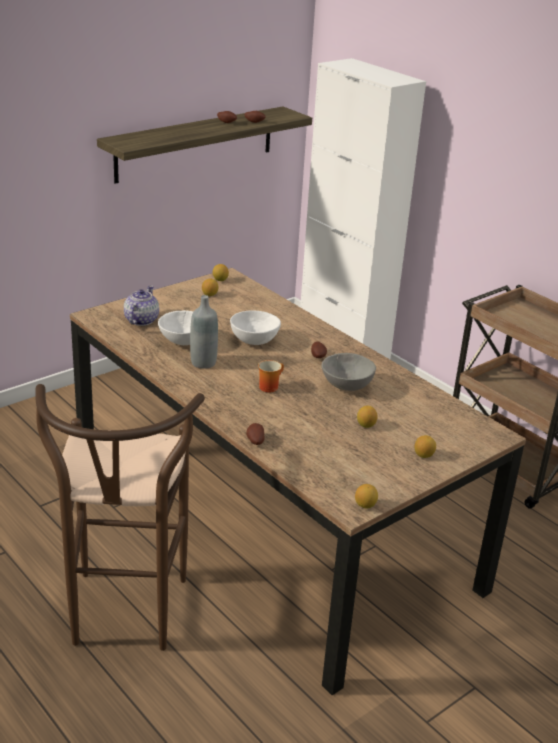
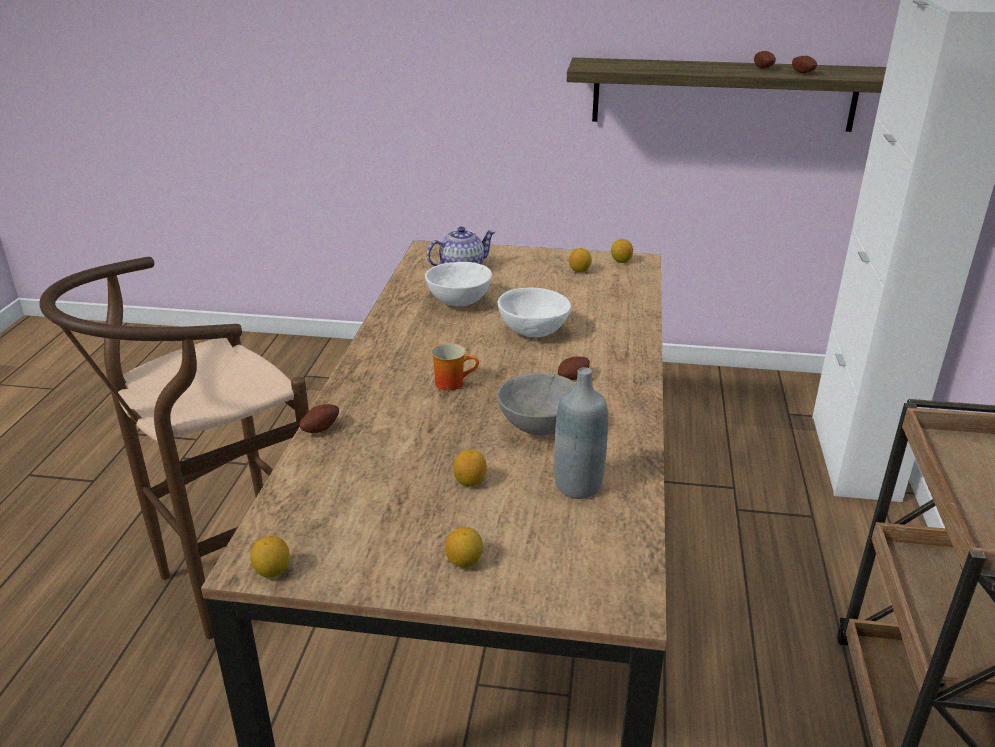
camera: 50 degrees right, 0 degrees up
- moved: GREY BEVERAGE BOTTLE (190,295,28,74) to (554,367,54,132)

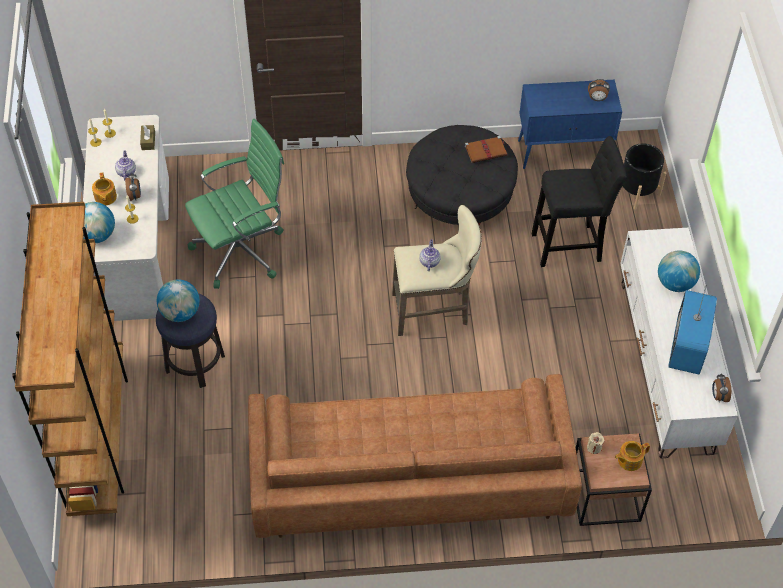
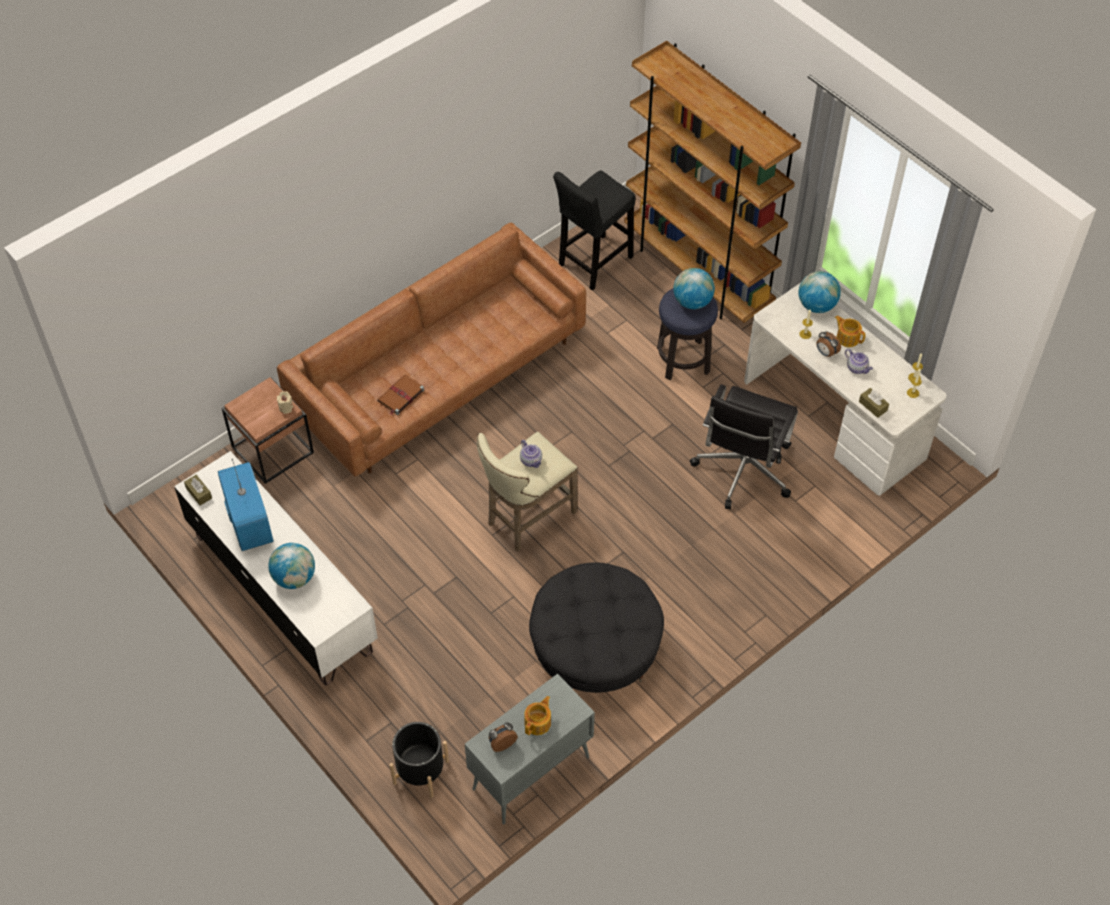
camera: 145 degrees right, 0 degrees up
- recoloured: BLUE STORAGE CABINET (518,80,104,89) to GREY STORAGE CABINET (465,674,130,151)
- recoloured: GREENISH OFFICE CHAIR (185,119,99,170) to BLACK-COLOURED OFFICE CHAIR (690,384,108,125)
- moved: BROWNISH BOOK (465,136,42,27) to (377,374,47,41)
- moved: BLACK-COLOURED STOOL SEAT (532,136,95,131) to (553,170,82,121)
- replaced: TABLE CLOCK (712,373,19,29) to BROWNISH TISSUE HOLDER (184,475,28,31)
- moved: POT FOR TEA (615,441,35,30) to (524,696,27,39)

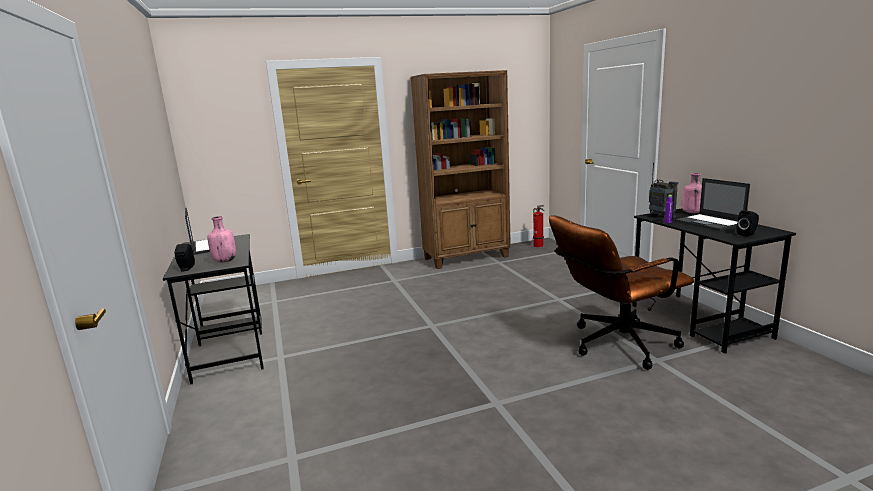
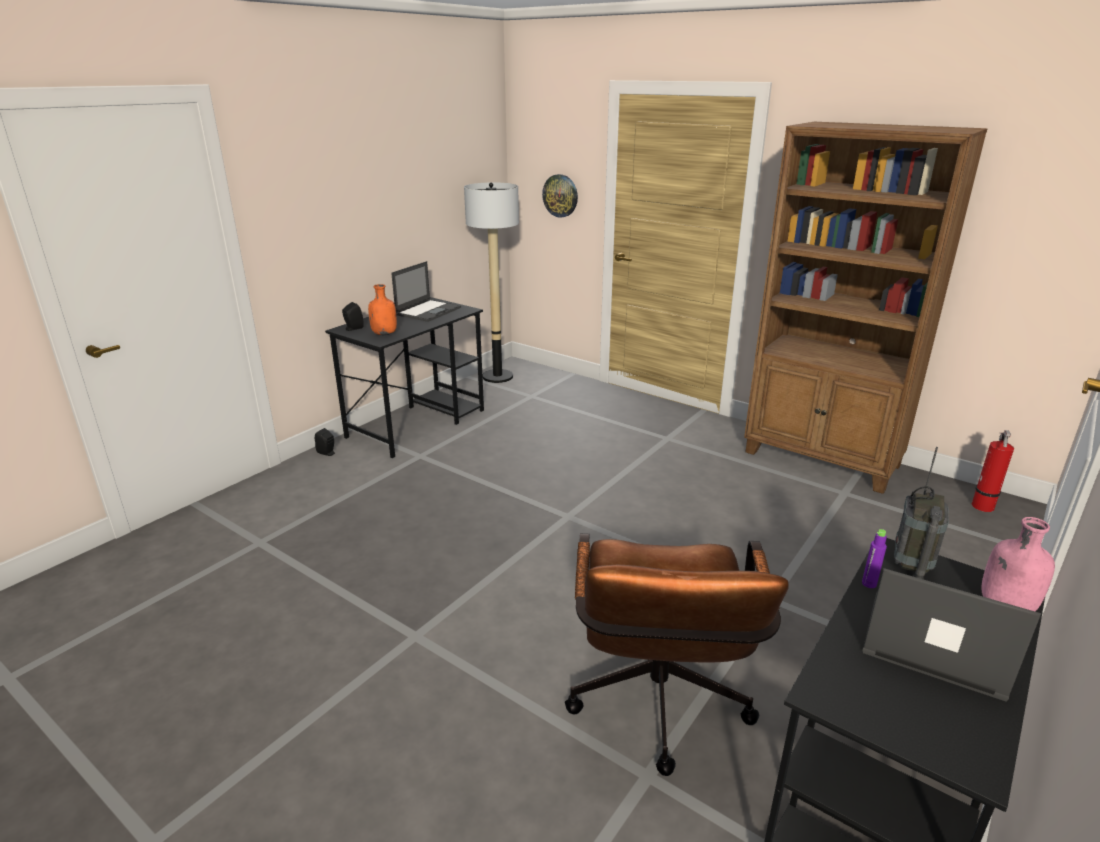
camera: 55 degrees right, 10 degrees up
- turned: LAPTOP (674,178,76,53) = (863,568,178,133) 90 degrees clockwise
- moved: BLACK-COLOURED AUDIO SPEAKER (736,210,23,27) to (315,428,19,28)
- turned: BROWNISH OFFICE CHAIR (549,215,145,155) = (565,533,224,243) 120 degrees counterclockwise
- recoloured: PINK-COLOURED BEVERAGE BOTTLE (208,216,28,47) to ORANGE BEVERAGE BOTTLE (368,284,29,51)
- added: HANGING CLOCK (542,174,36,44)
- added: STANDARD LAMP (464,182,55,201)

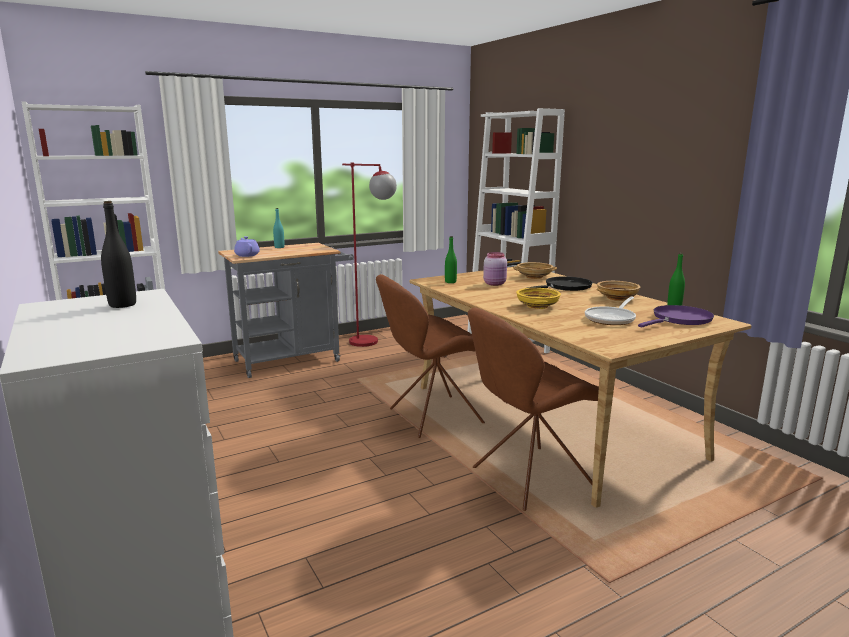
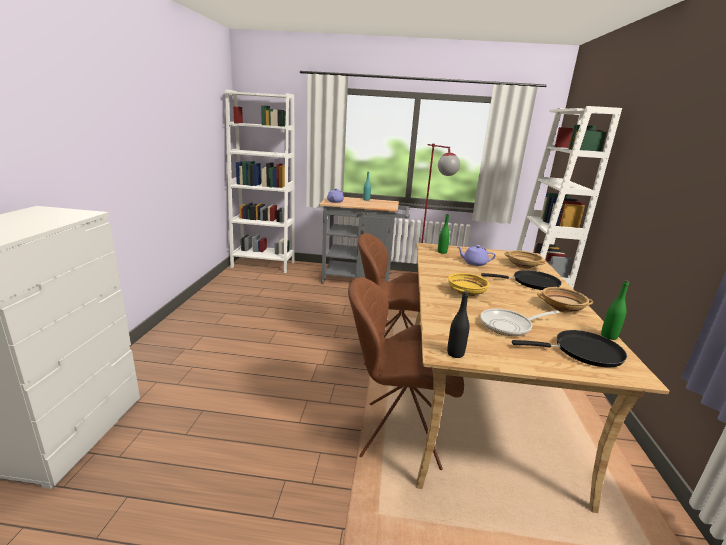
camera: 35 degrees right, 5 degrees up
- moved: BLACK-COLOURED BEVERAGE BOTTLE (101,201,35,107) to (447,291,22,67)
- replaced: PINK-COLOURED JAR (483,252,24,34) to PURPLE-COLOURED POT FOR TEA (458,245,38,21)
- recoloured: PURPLE-COLOURED FRYING PAN (638,305,76,22) to BLACK-COLOURED FRYING PAN (512,330,115,37)

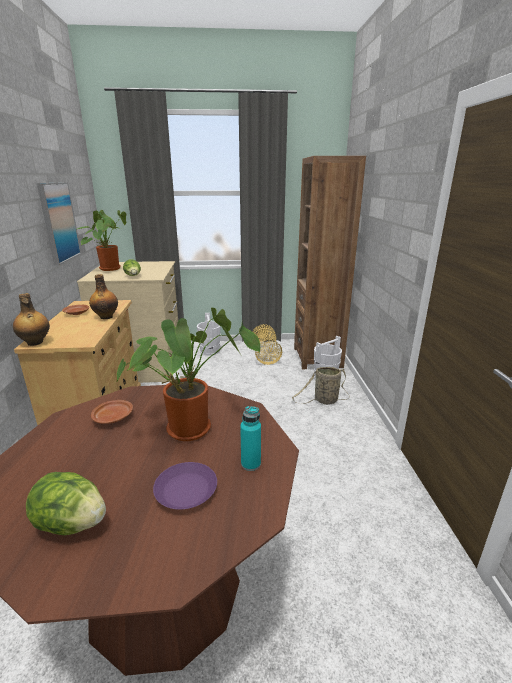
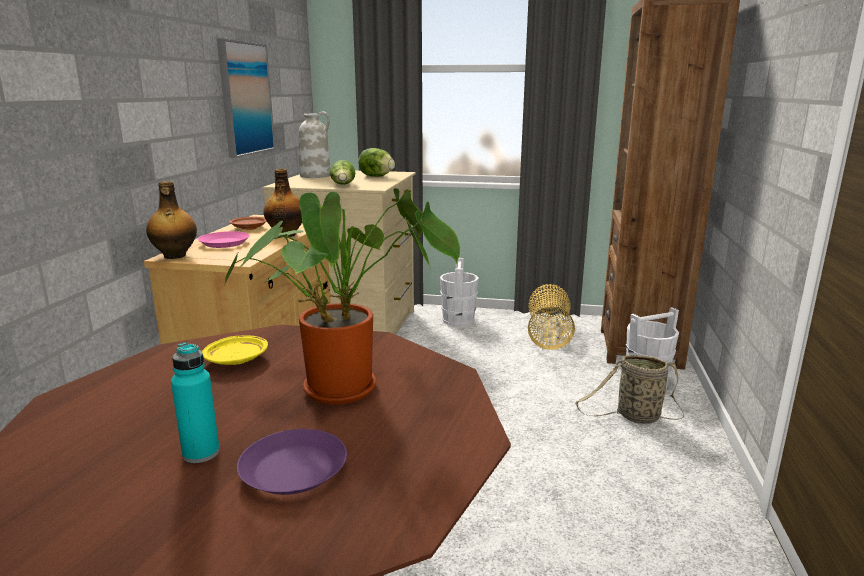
camera: 15 degrees right, 5 degrees down
- replaced: POTTED PLANT (78,210,48,61) to WHITE-COLOURED VASE (299,111,31,67)
- recoloured: BROWNISH FLAT DISH (91,400,42,24) to YELLOWISH FLAT DISH (202,335,66,30)
- moved: TURQUOISE BEVERAGE BOTTLE (240,406,21,65) to (171,342,49,121)
- moved: HEAD OF LETTUCE (26,472,80,63) to (358,148,37,29)
- added: PINK-COLOURED FLAT DISH (198,231,52,17)

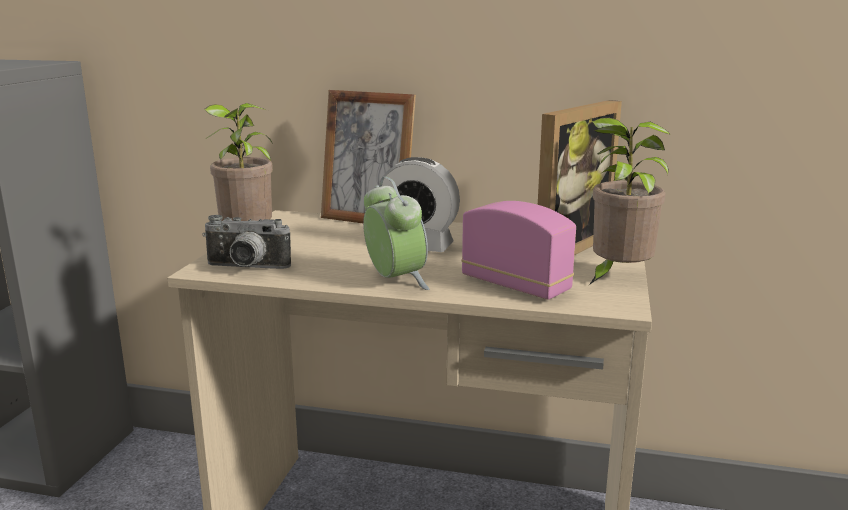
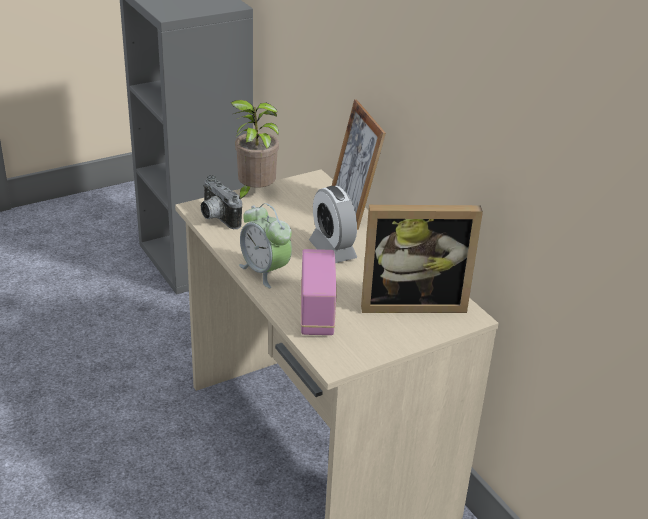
camera: 45 degrees right, 15 degrees up
- removed: POTTED PLANT (589,118,81,167)
- turned: TABLE CLOCK (363,176,67,114) = (239,203,53,85) 120 degrees clockwise

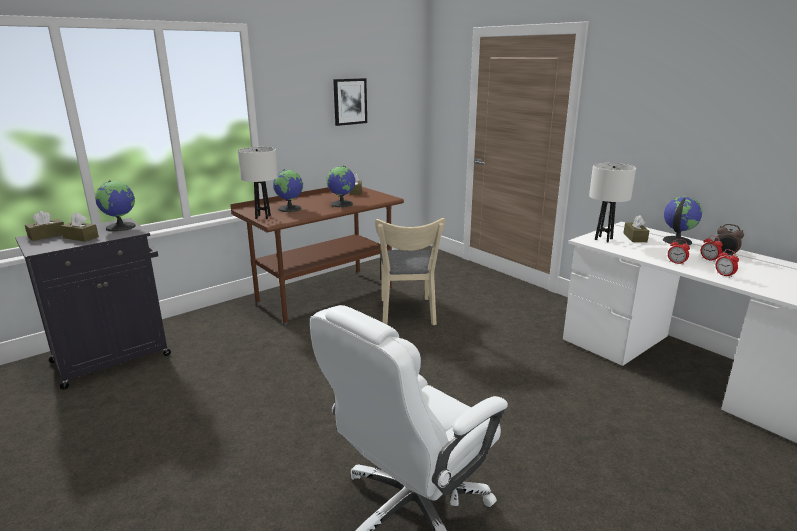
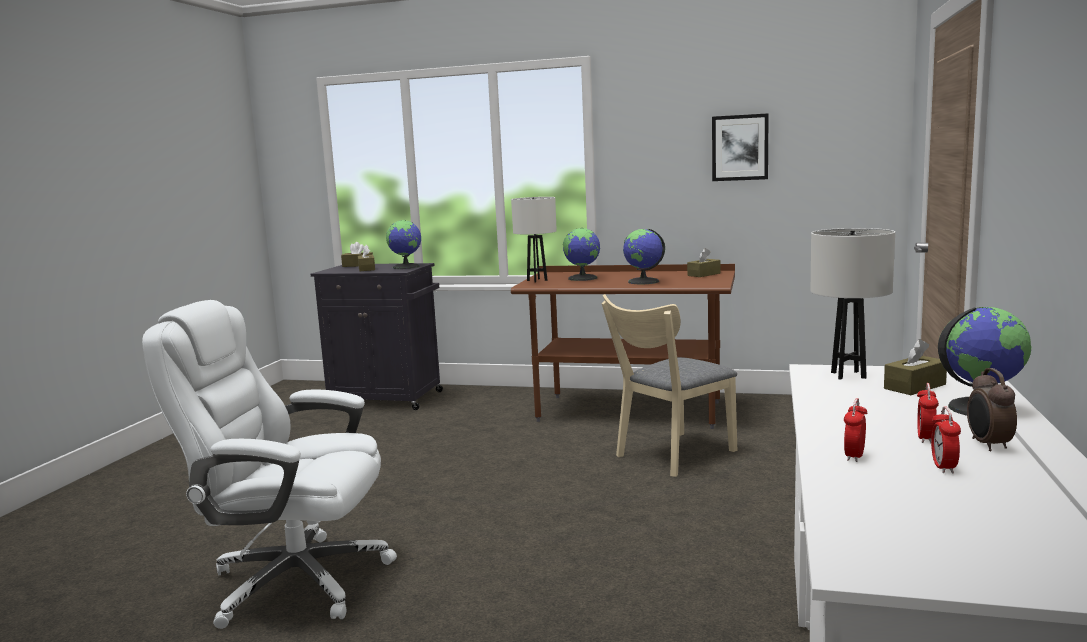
camera: 55 degrees right, 10 degrees down
- moved: TABLE CLOCK (668,239,22,26) to (931,406,30,68)

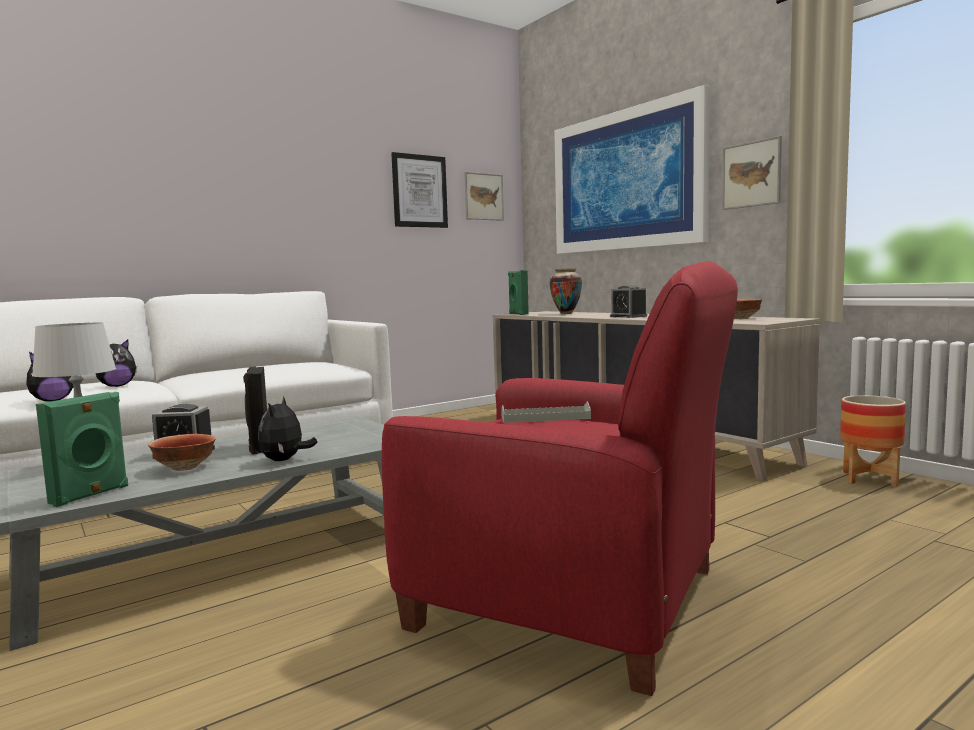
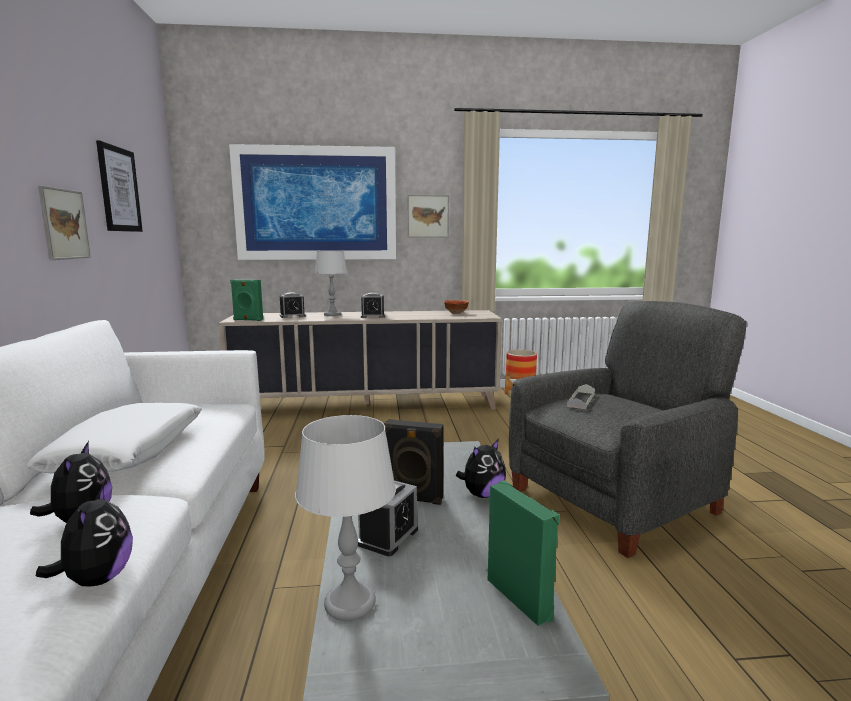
camera: 60 degrees left, 5 degrees up
- moved: WALL PICTURE (464,172,40,49) to (38,186,53,74)
- recoloured: RED-COLOURED LOUNGE CHAIR (382,261,356,435) to GREY LOUNGE CHAIR (509,301,237,257)
- replaced: VASE (550,268,32,46) to TABLE CLOCK (280,292,26,26)
- turned: CUDDLY TOY (258,396,59,65) = (456,439,50,59) 75 degrees counterclockwise
- removed: BOWL (148,434,68,37)
- added: GREY TABLE LAMP (315,251,33,65)
- added: WHITE-COLOURED THROW PILLOW (26,403,176,71)

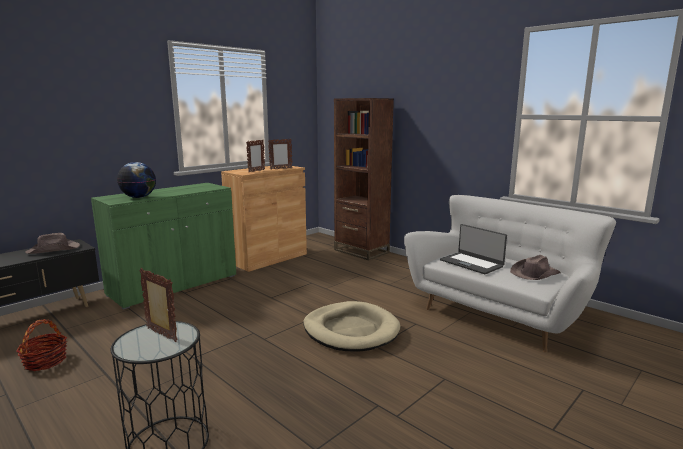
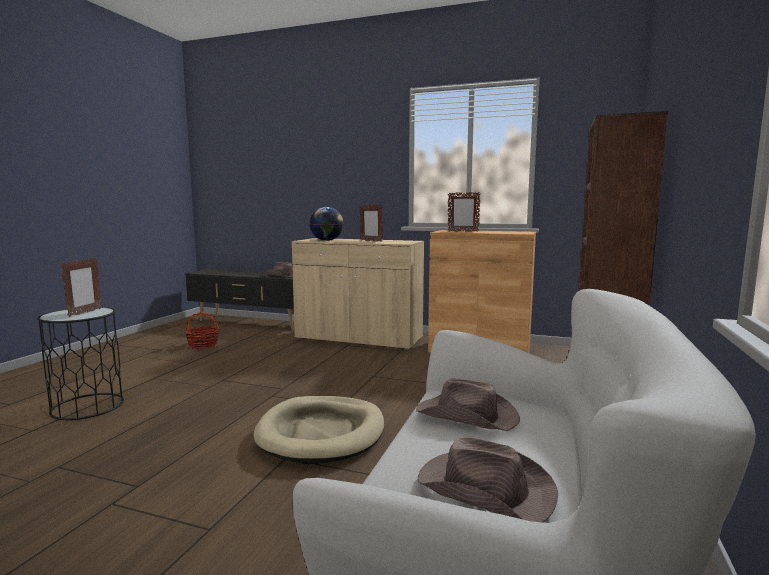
camera: 65 degrees right, 5 degrees down
- moved: PHOTO FRAME (268,139,24,30) to (360,204,23,38)
- recoloured: GREENISH STORAGE CABINET (91,183,145,127) to BEIGE-COLOURED STORAGE CABINET (292,238,132,112)
- replaced: LAPTOP (440,224,67,50) to BROWNISH WEARABLE HAT (416,378,104,53)

